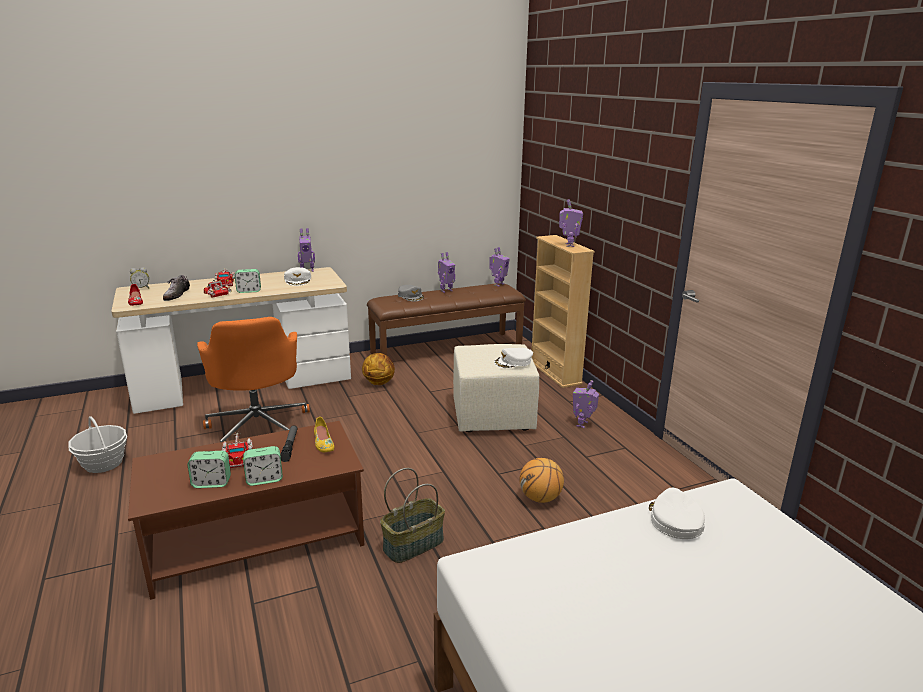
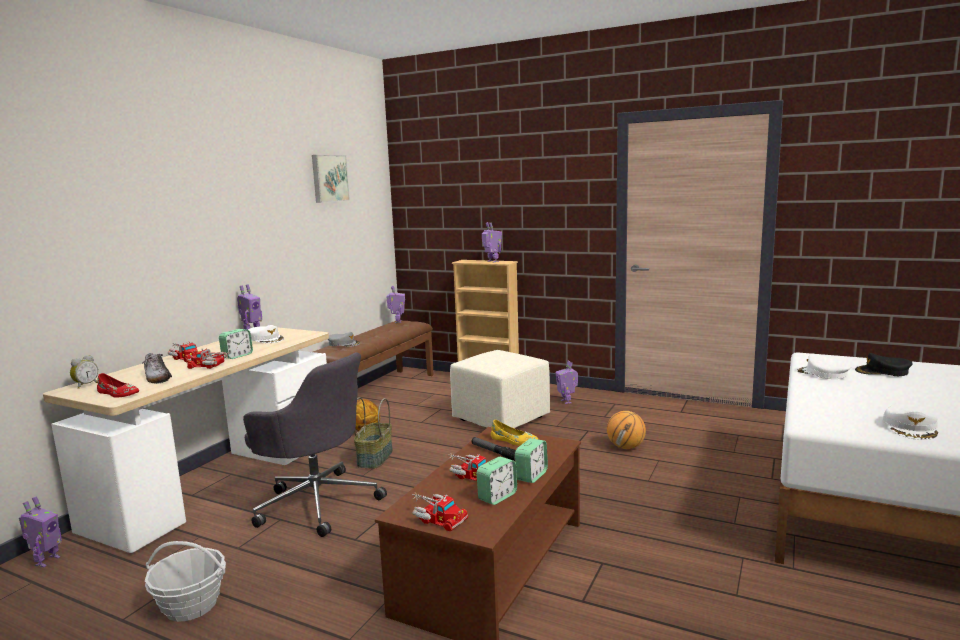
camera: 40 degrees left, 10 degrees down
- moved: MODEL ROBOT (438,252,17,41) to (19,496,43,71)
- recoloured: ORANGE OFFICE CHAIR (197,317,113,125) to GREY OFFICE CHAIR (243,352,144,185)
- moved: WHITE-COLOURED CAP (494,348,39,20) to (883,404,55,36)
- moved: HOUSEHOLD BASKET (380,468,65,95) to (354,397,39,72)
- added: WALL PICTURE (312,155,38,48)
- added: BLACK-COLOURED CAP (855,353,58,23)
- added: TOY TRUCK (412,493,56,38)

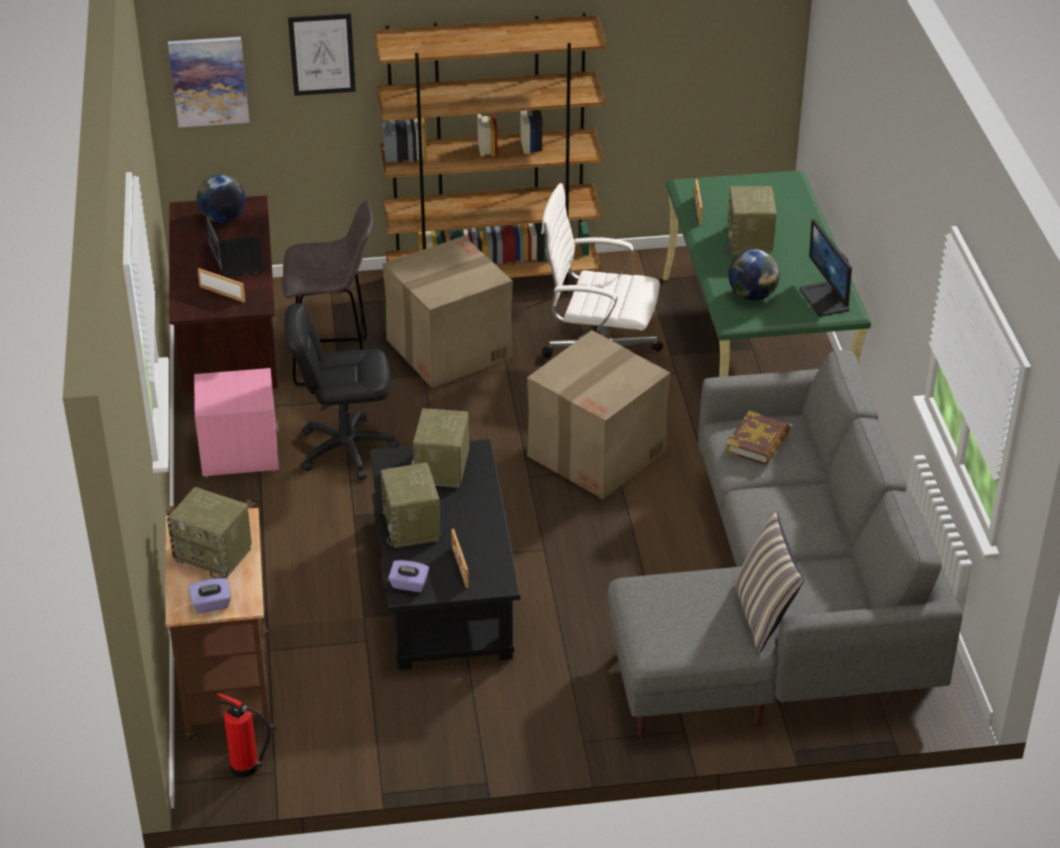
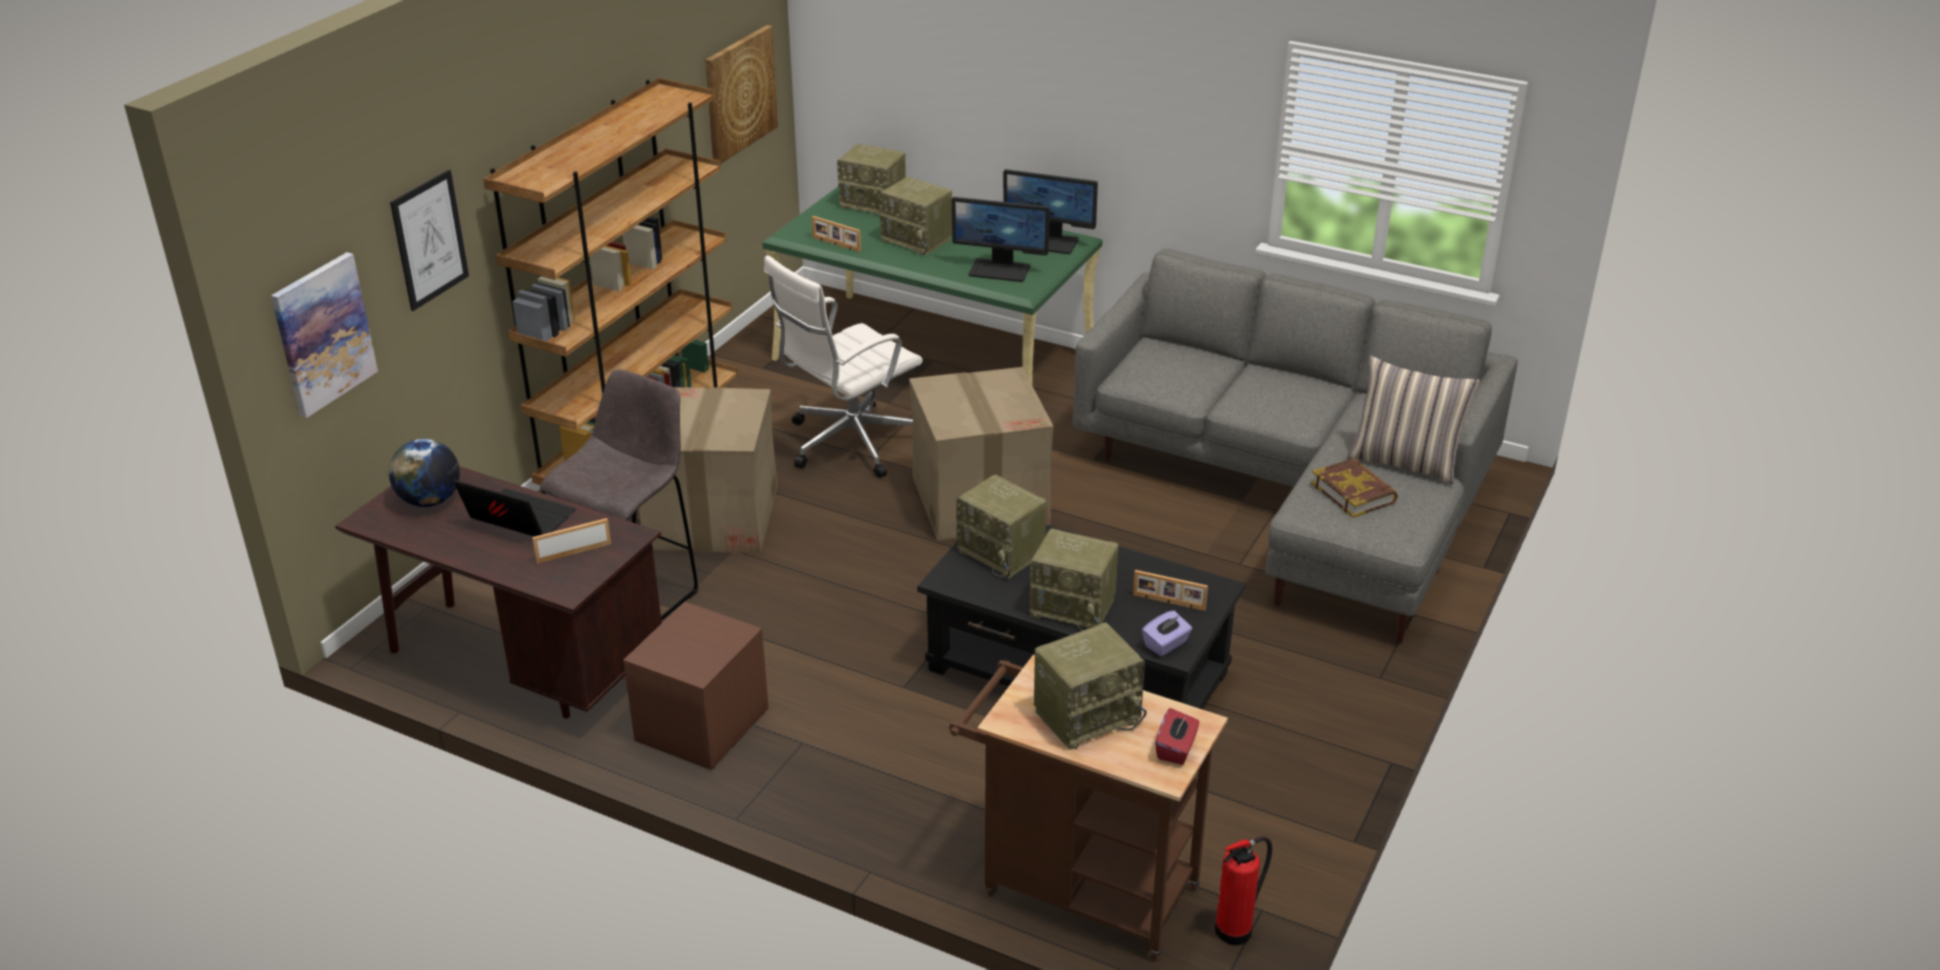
camera: 55 degrees left, 5 degrees down
- replaced: WORLD GLOBE (729,249,51,52) to MONITOR (952,197,98,85)
- removed: BLACK-COLOURED OFFICE CHAIR (284,303,115,177)
- recoloured: PINK-COLOURED NIGHT TABLE (194,368,85,109) to BROWNISH NIGHT TABLE (623,602,146,168)
- moved: BOOK (726,411,64,54) to (1311,458,87,60)
- recoloured: PURPLE-COLOURED TISSUE HOLDER (188,578,43,35) to RED-COLOURED TISSUE HOLDER (1155,708,44,57)
- added: WALL PICTURE (705,25,73,139)
- added: RADIO RECEIVER (837,144,69,72)

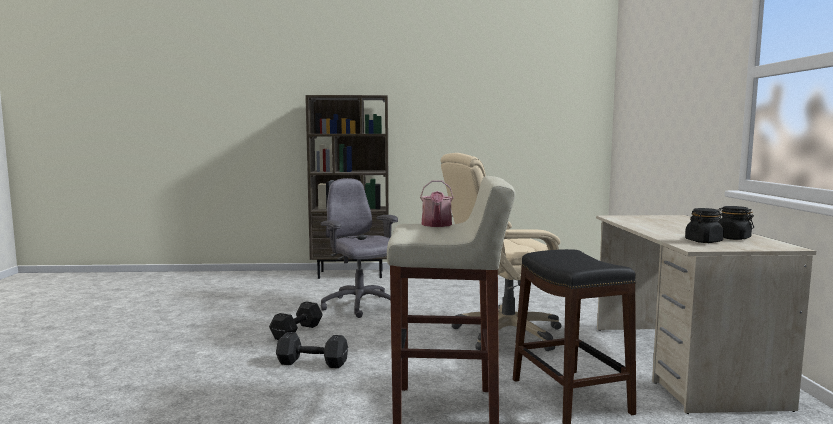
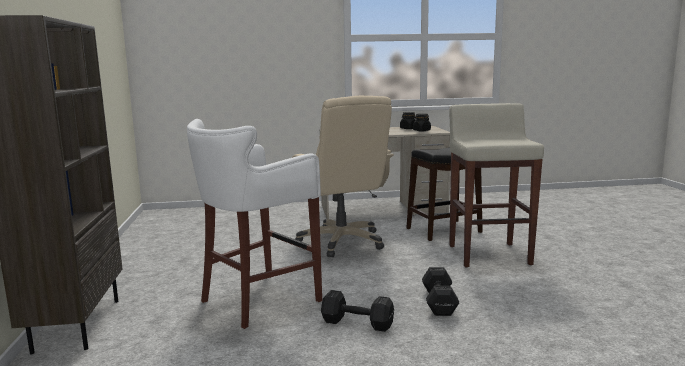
camera: 95 degrees left, 5 degrees up
- replaced: GREY OFFICE CHAIR (321,178,77,140) to WHITE-COLOURED STOOL SEAT (187,119,135,210)
- removed: WATERING CAN (420,180,34,47)

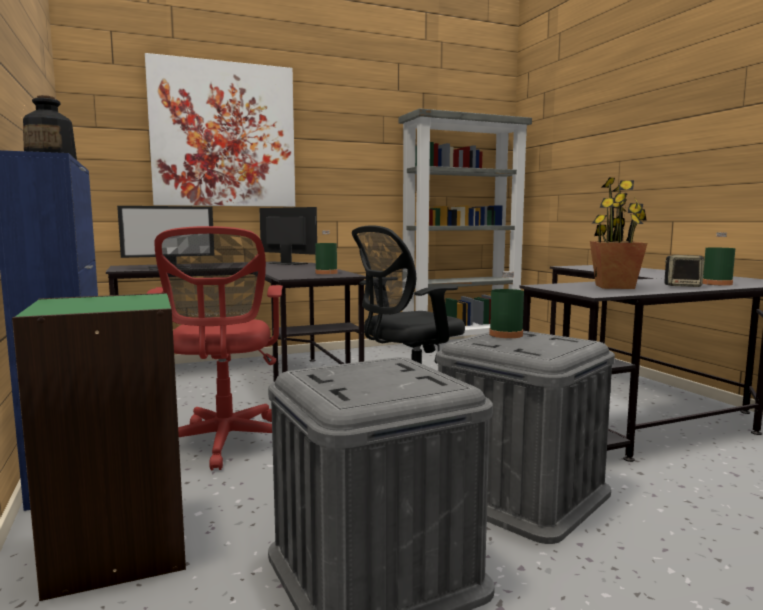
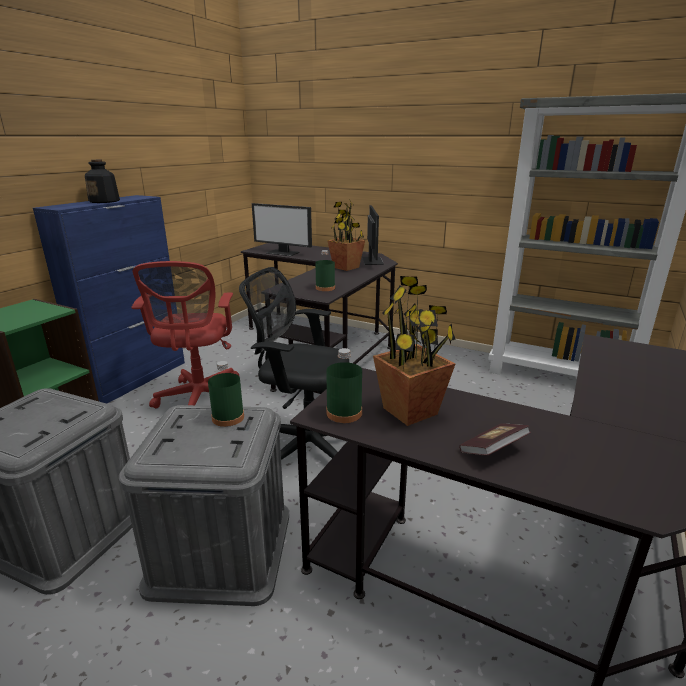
camera: 50 degrees right, 15 degrees up
- removed: WALL PICTURE (145,53,151,154)
- turned: RED-COLOURED OFFICE CHAIR (146,226,137,245) = (131,261,109,147) 45 degrees counterclockwise
- moved: GREENISH BEVERAGE BOTTLE (702,232,33,54) to (326,348,36,75)
- replaced: AUDIO SPEAKER (664,255,40,32) to BOOK (459,423,72,32)
- added: POTTED PLANT (327,201,38,70)

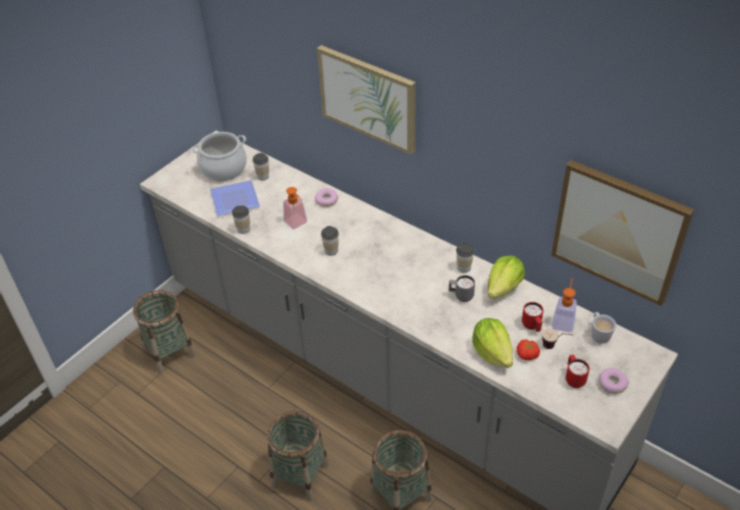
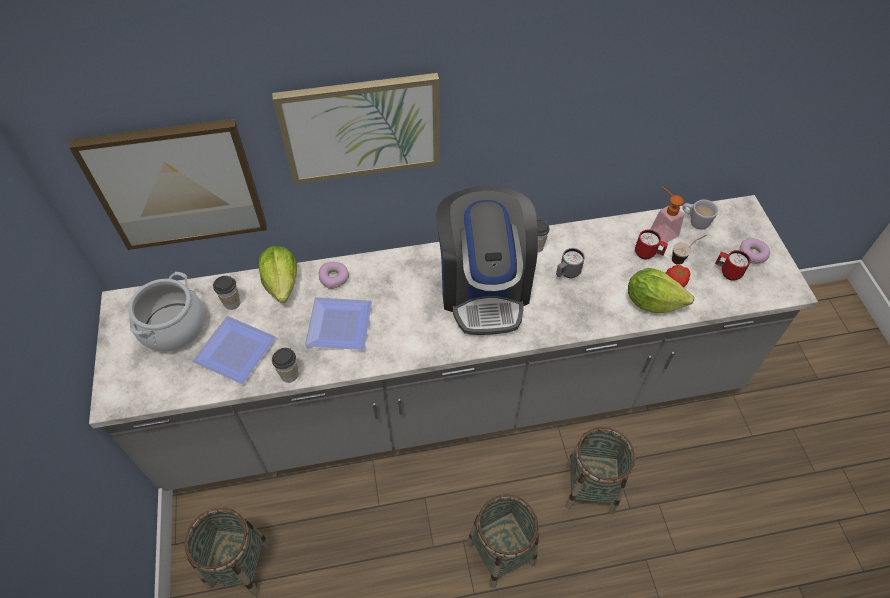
camera: 50 degrees left, 10 degrees up
- moved: WALL PICTURE (551,160,143,146) to (69,119,198,131)
- replaced: SOAP DISPENSER (283,187,24,42) to FLAT DISH (305,297,67,53)
- removed: SMALL CUP (321,226,18,30)
- moved: HEAD OF LETTUCE (488,256,37,43) to (258,246,39,57)
- added: COFFEE MACHINE (436,186,102,149)

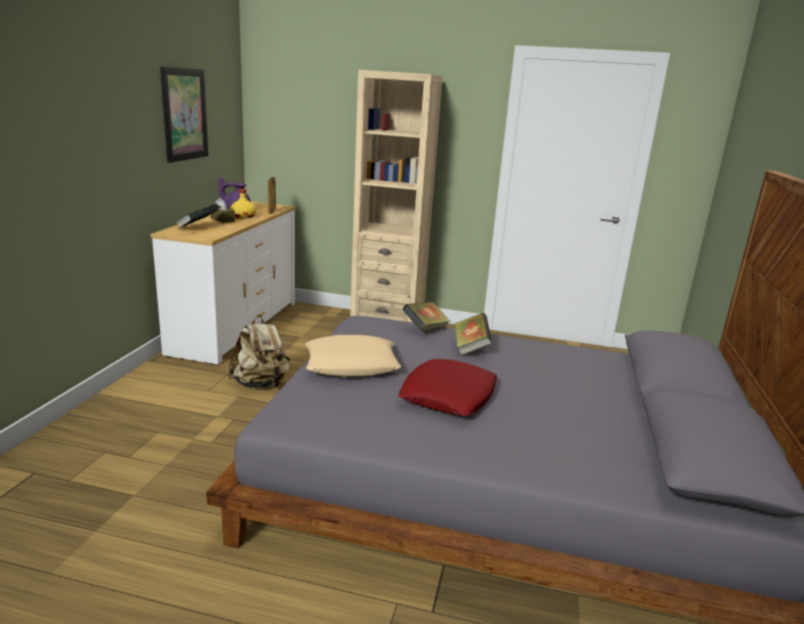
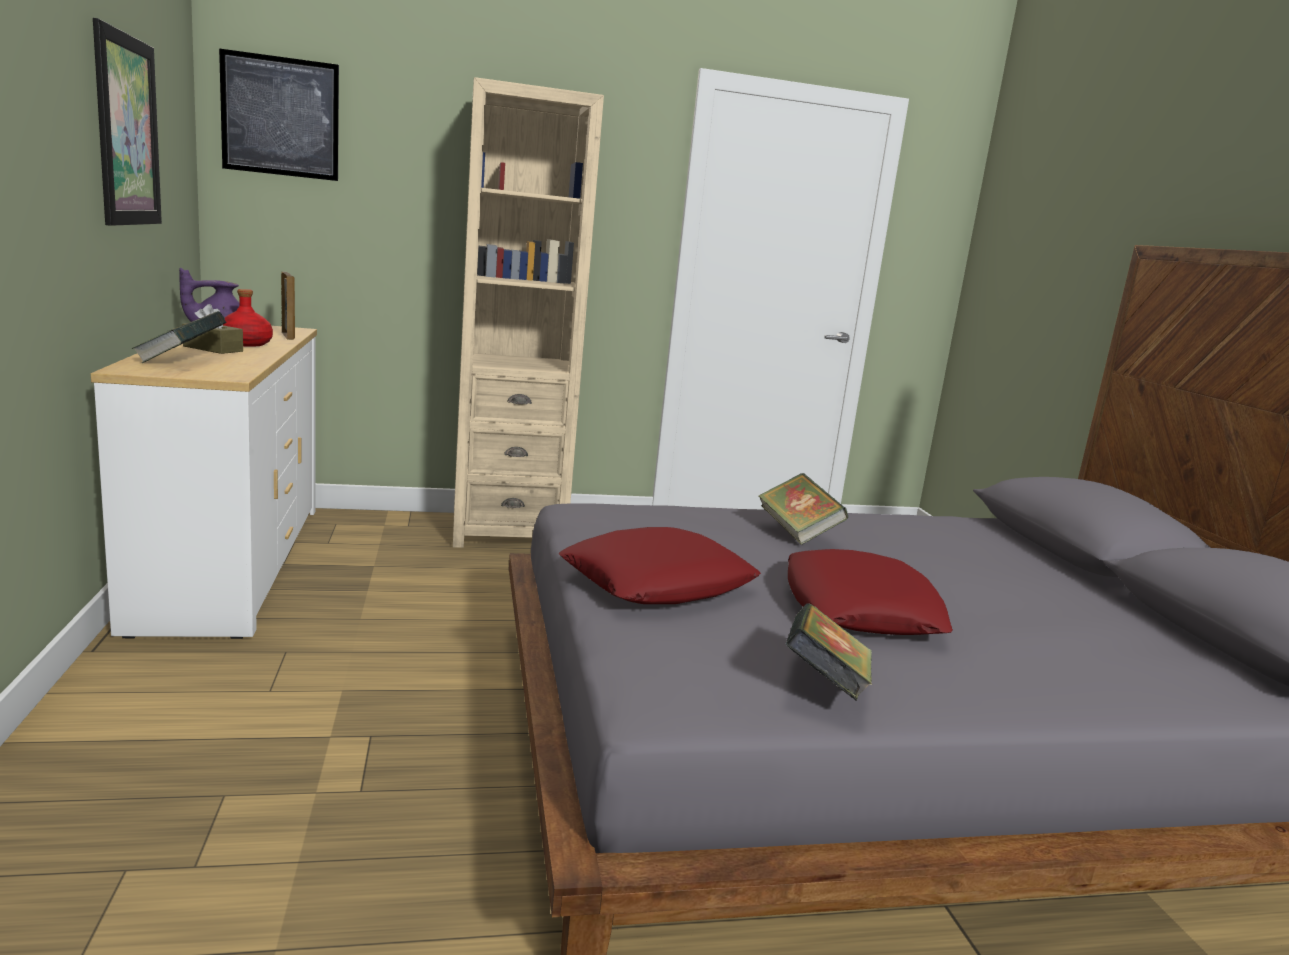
camera: 25 degrees left, 5 degrees down
- recoloured: YELLOWISH BEVERAGE BOTTLE (230,189,26,29) to RED-COLOURED BEVERAGE BOTTLE (223,289,50,58)
- moved: BOOK (403,302,48,29) to (786,603,86,98)
- removed: BEIGE-COLOURED RUCKSACK (228,315,62,73)
- recoloured: BEIGE-COLOURED THROW PILLOW (305,335,96,42) to RED-COLOURED THROW PILLOW (559,527,202,77)
- added: WALL PICTURE (219,48,120,133)

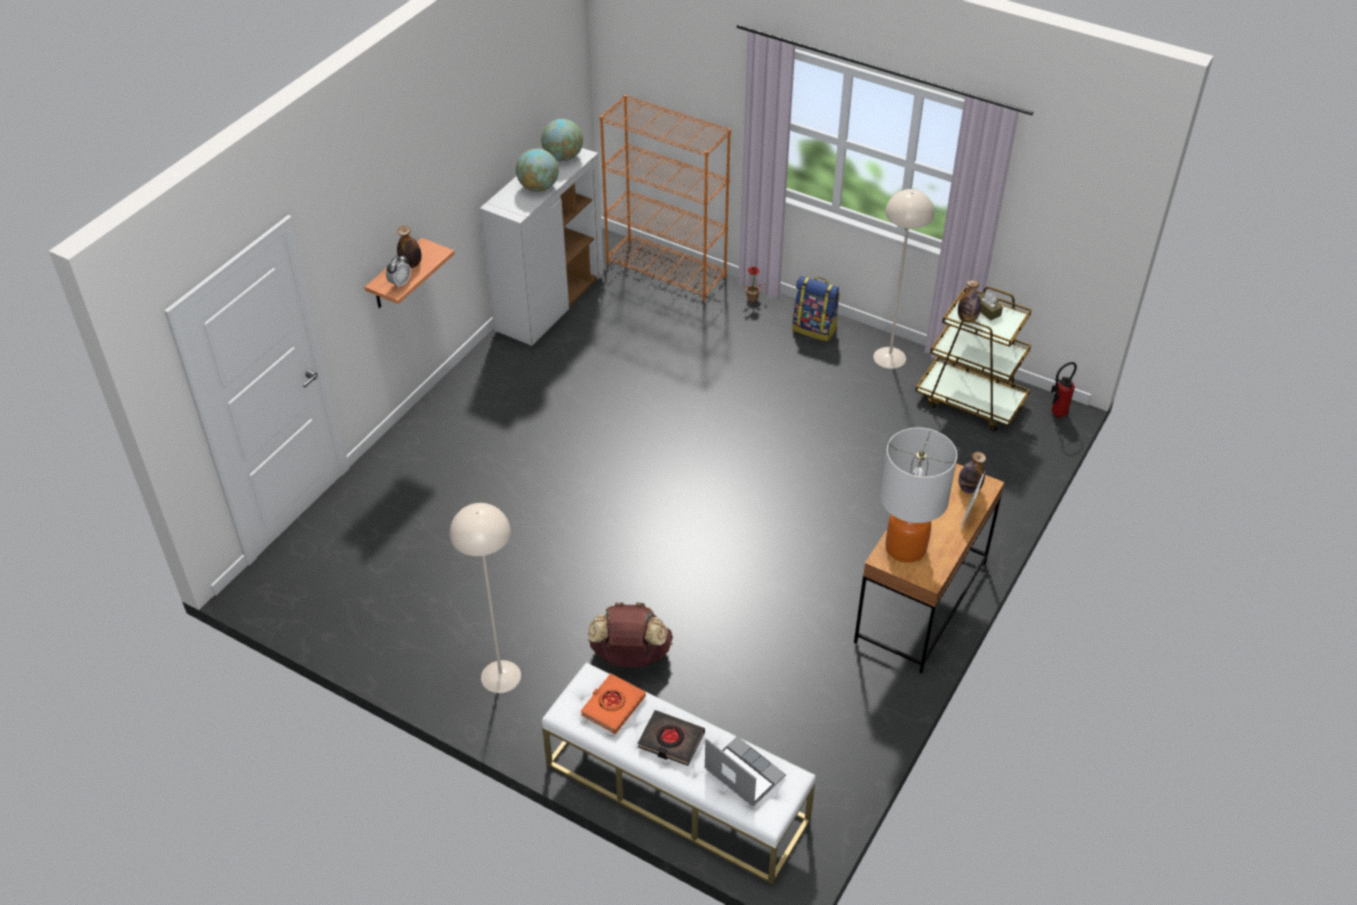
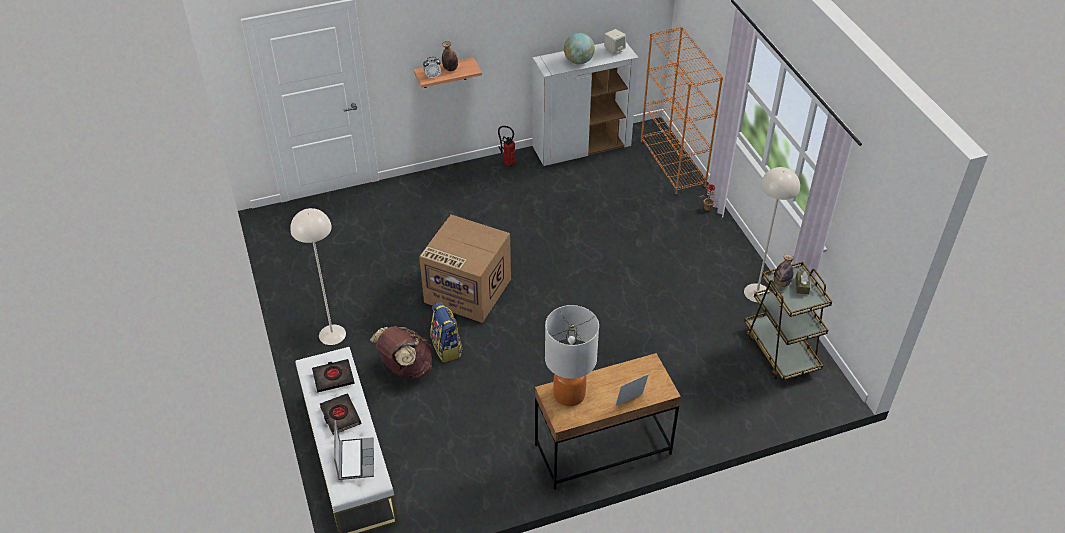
camera: 40 degrees right, 0 degrees up
- replaced: WORLD GLOBE (541,119,42,42) to BEIGE-COLOURED AUDIO SPEAKER (604,29,22,26)
- moved: RUCKSACK (792,276,48,65) to (430,302,32,61)
- moved: FIRE-FIGHTING CYLINDER (1051,362,26,56) to (498,126,17,41)
- removed: BEVERAGE BOTTLE (958,452,28,42)
- recoloured: ORANGE BOOK (580,673,66,61) to BLACK-COLOURED BOOK (312,359,43,33)
- added: CARDBOARD BOX (419,215,92,108)

